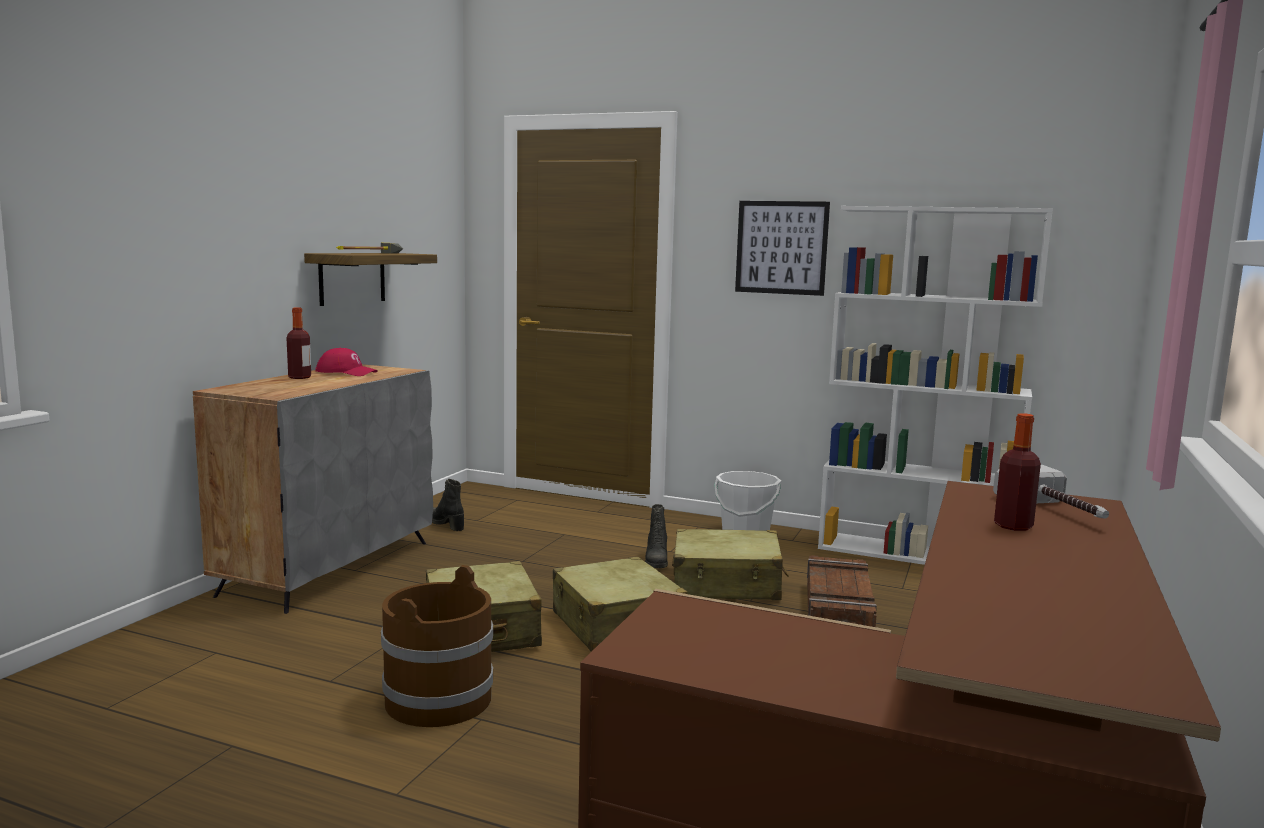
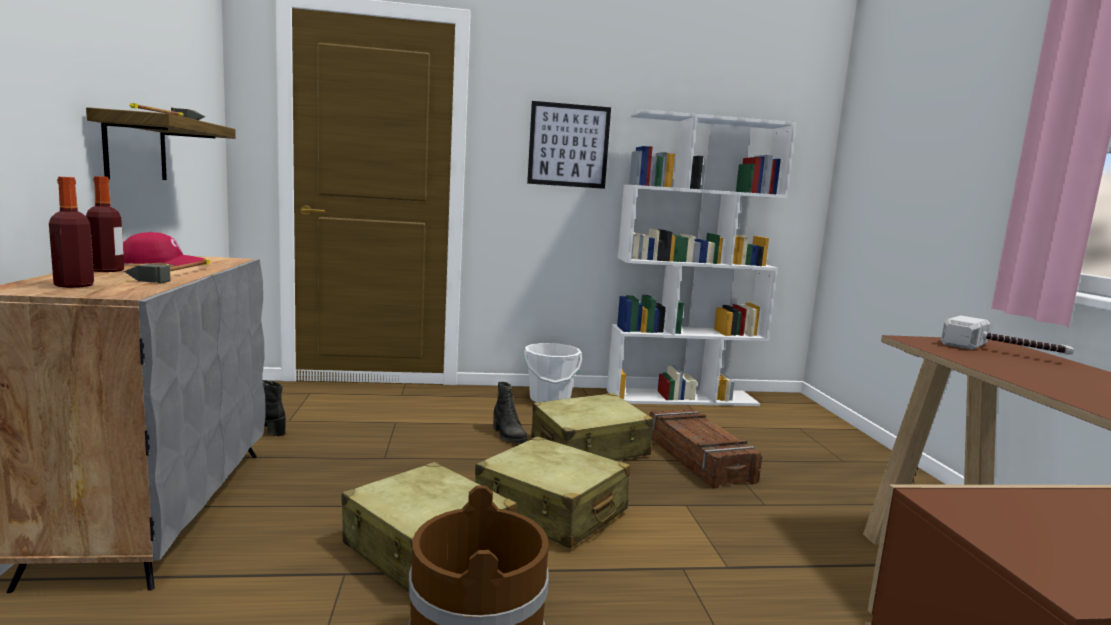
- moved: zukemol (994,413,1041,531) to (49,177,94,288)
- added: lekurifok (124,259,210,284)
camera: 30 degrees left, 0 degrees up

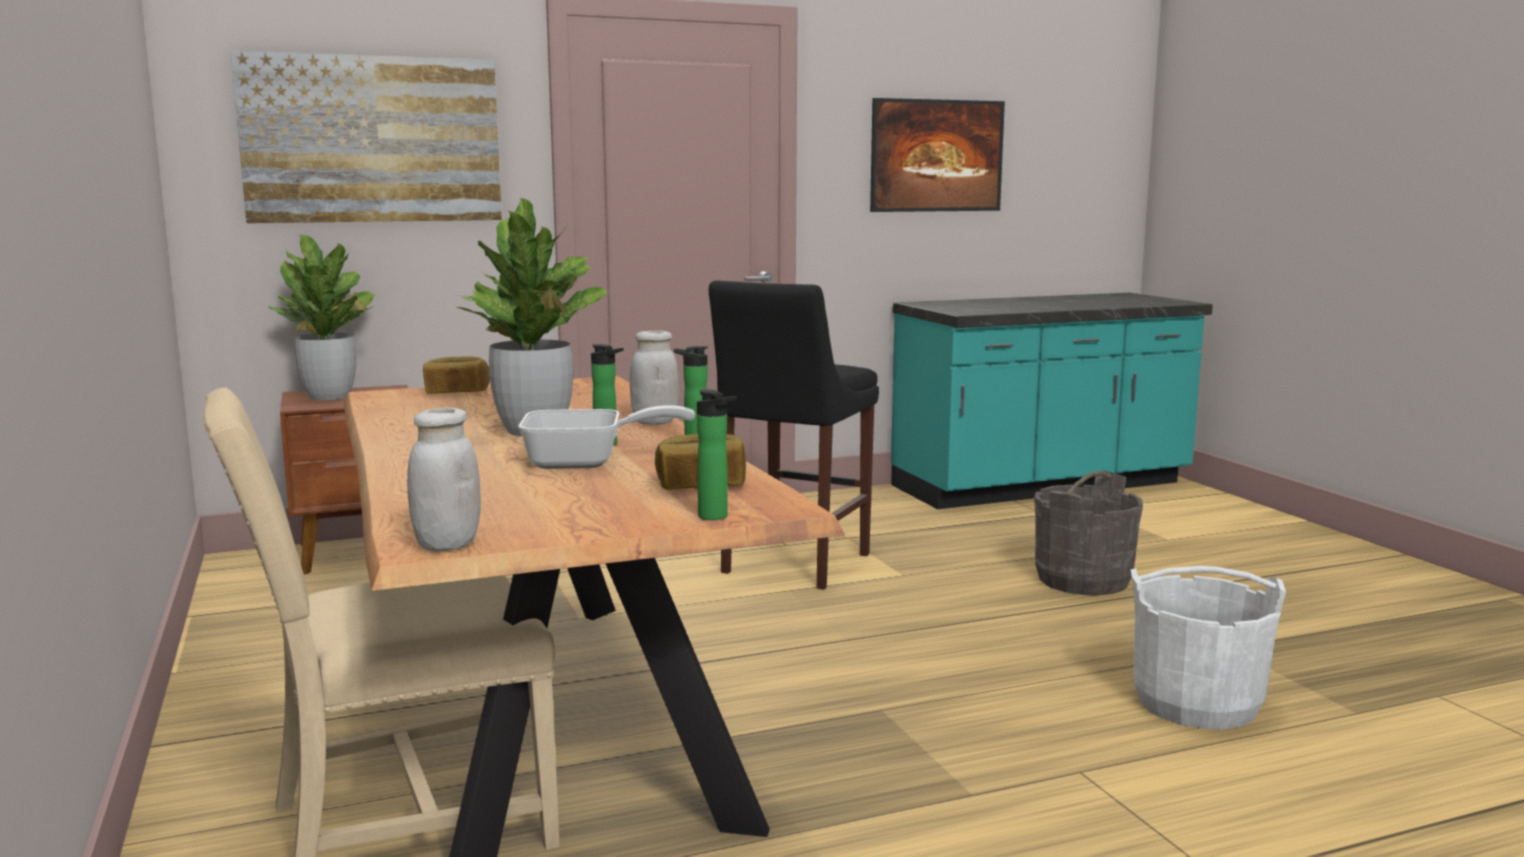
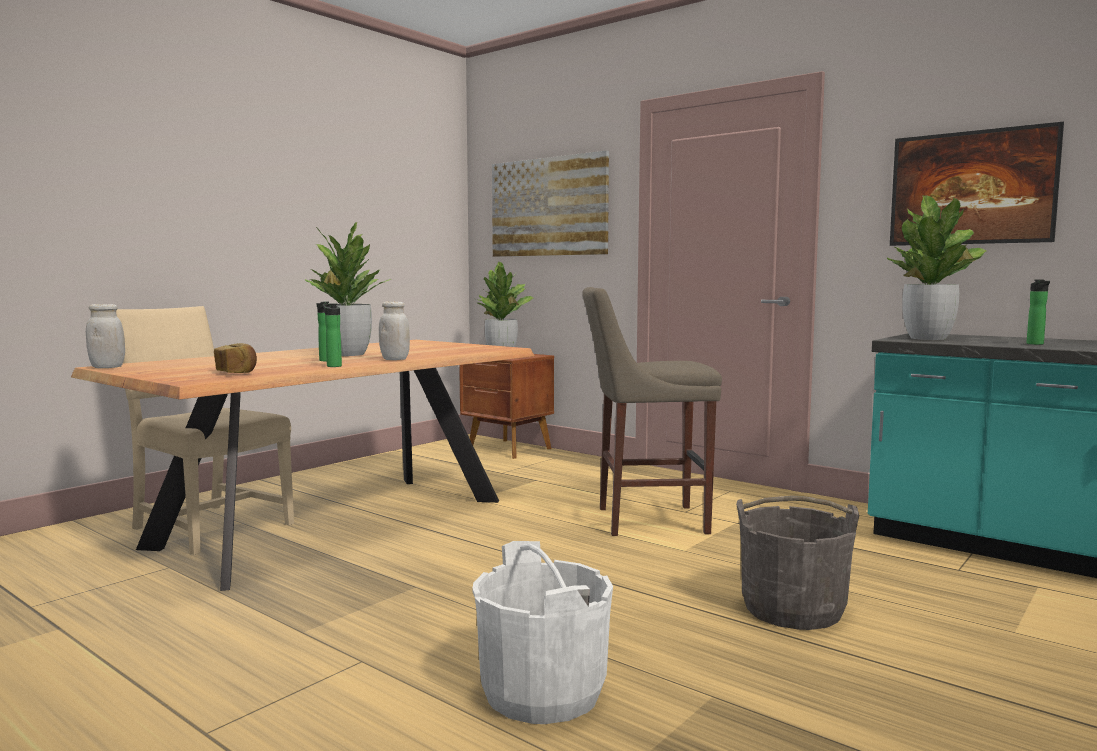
- recoloured: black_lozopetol (709,280,879,590) to beige_lozopetol (582,287,722,536)
- removed: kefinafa (423,356,490,394)
- moved: zukemol (697,390,737,520) to (1026,279,1050,345)
- removed: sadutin (518,405,695,469)
- added: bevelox (887,195,986,340)
camera: 60 degrees right, 5 degrees down

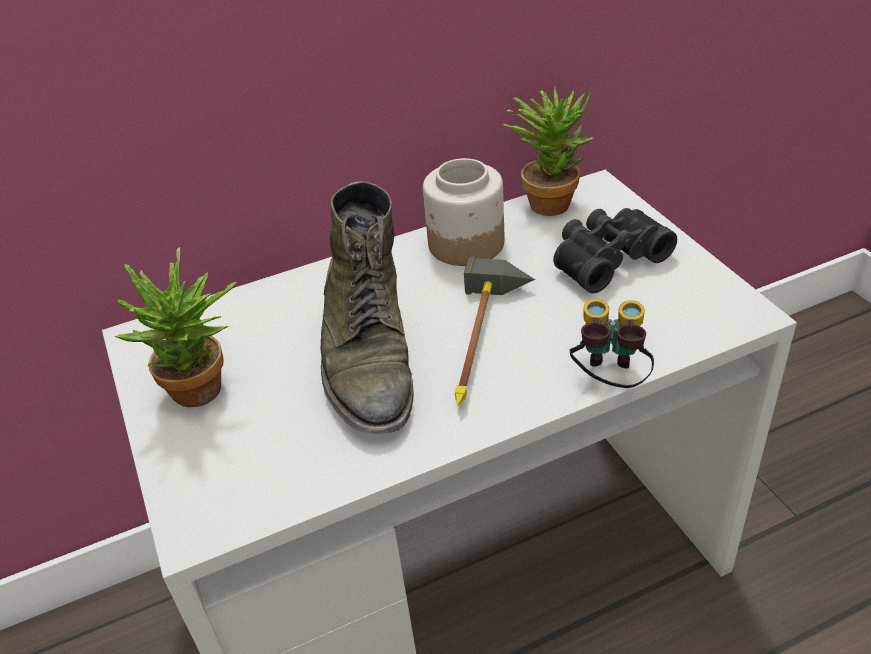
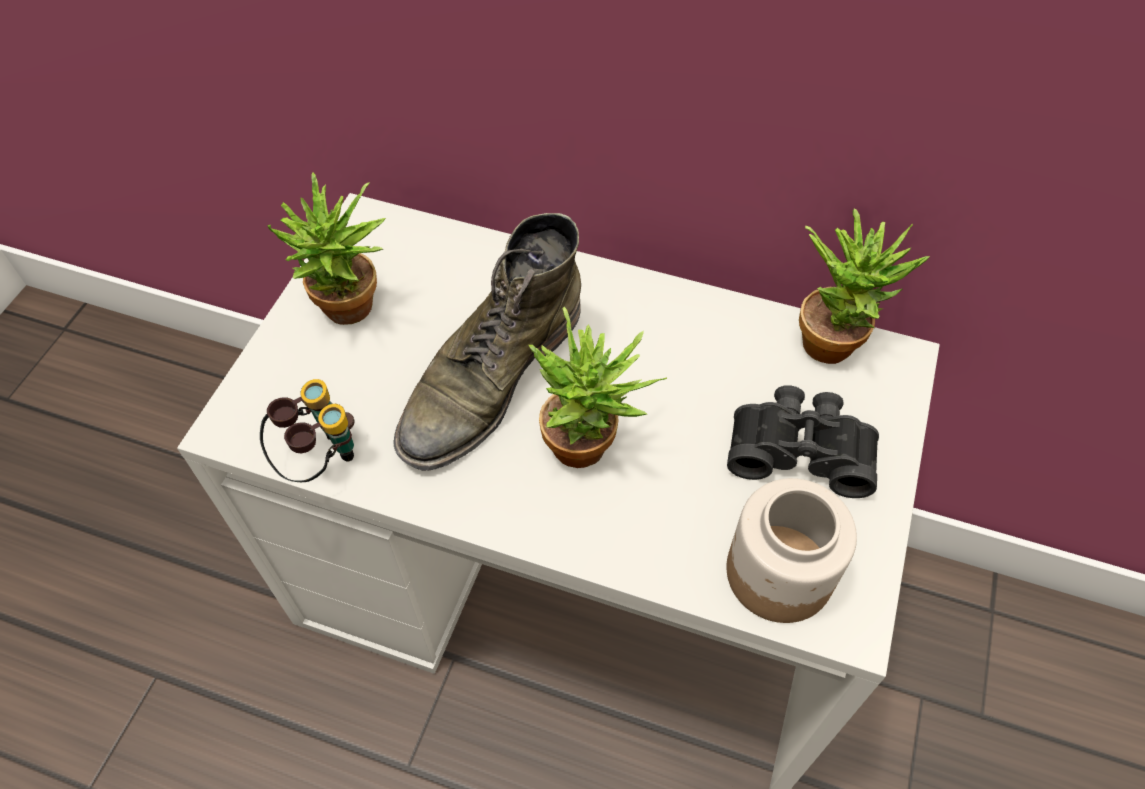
- moved: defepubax (423,158,504,266) to (726,478,857,623)
- replaced: lekurifok (455,256,535,406) to bevelox (529,306,667,468)
- moved: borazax (569,299,654,388) to (260,379,355,482)
camera: 40 degrees right, 15 degrees up

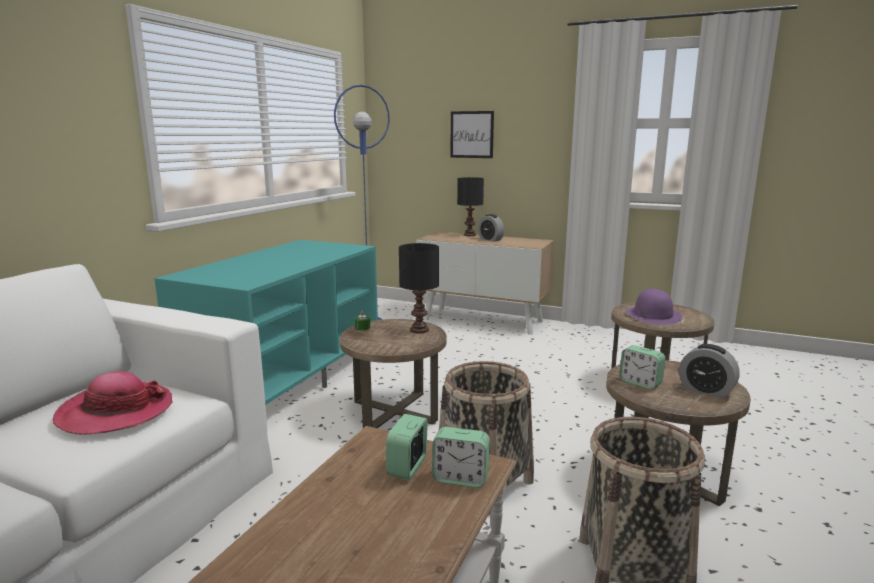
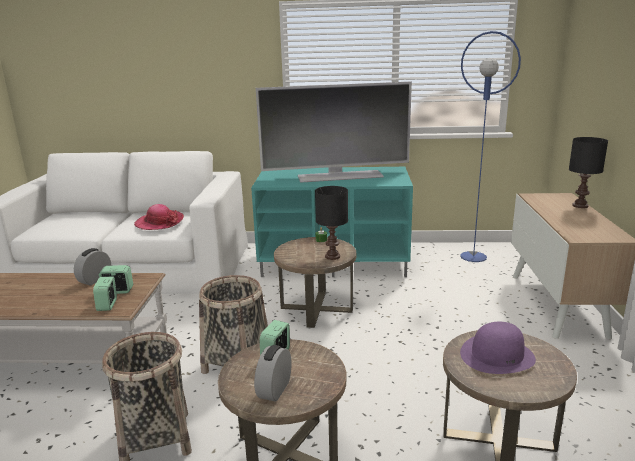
- removed: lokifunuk (450,111,494,158)
- moved: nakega (478,214,504,242) to (74,248,111,286)
- added: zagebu (256,81,412,183)
camera: 70 degrees right, 5 degrees up

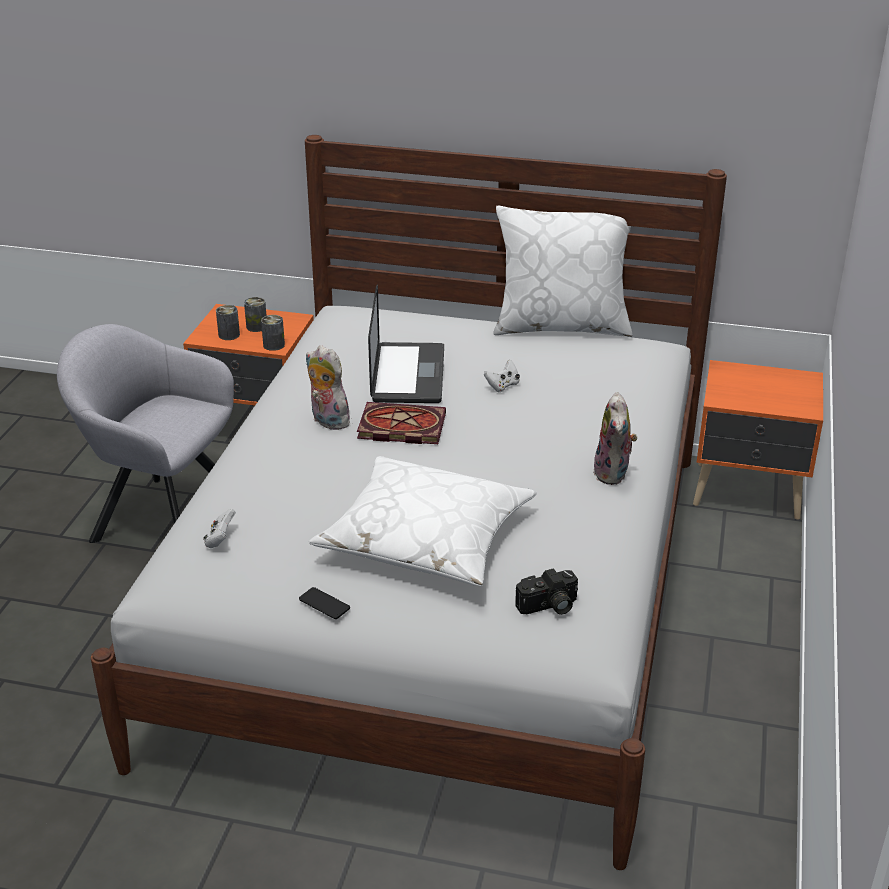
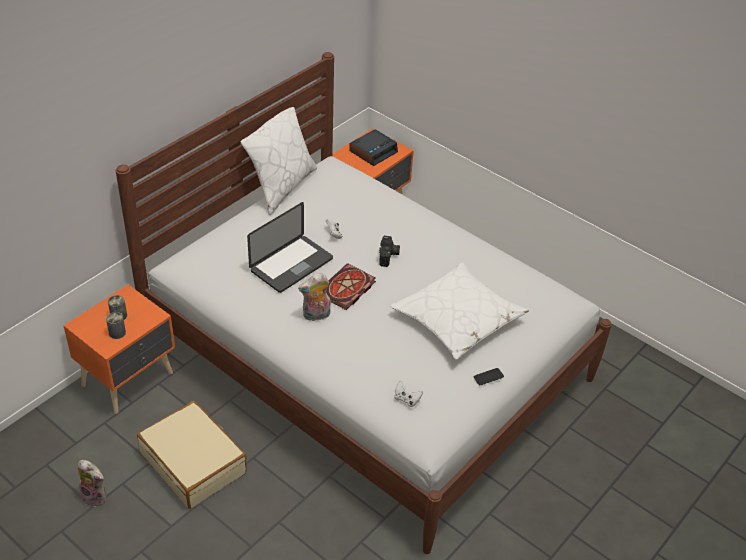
- turned: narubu (368,284,444,403) = (247,202,333,293) 105 degrees clockwise
- removed: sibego (261,315,285,351)
- replaced: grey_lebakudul (57,324,234,543) to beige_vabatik (137,401,247,509)
- moved: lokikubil (593,392,637,485) to (78,460,106,507)
- moved: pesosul (515,568,578,615) to (379,236,400,267)
- added: nakega (349,129,398,166)
camera: 65 degrees left, 10 degrees up

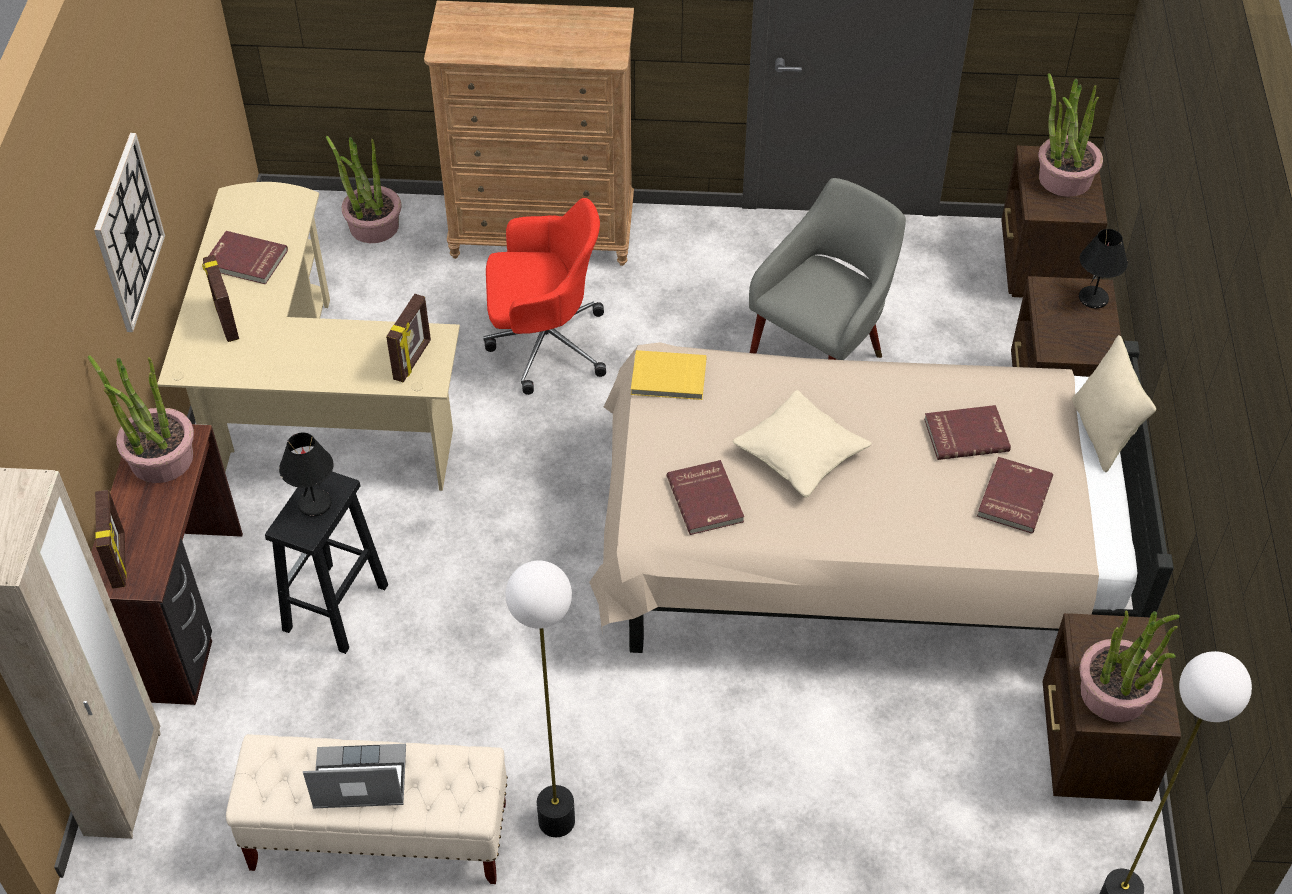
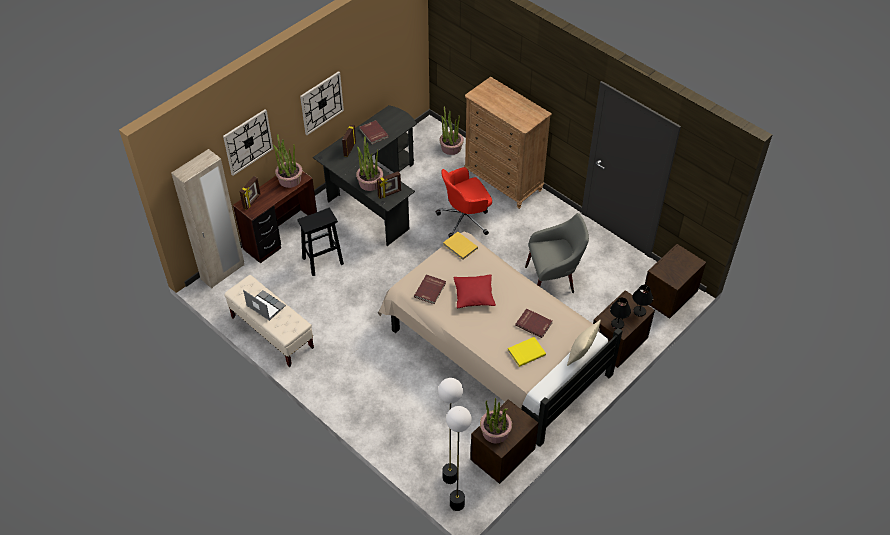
- moved: bevelox (1038,73,1103,197) to (356,137,383,191)
- recoloured: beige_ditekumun (157,182,460,491) to black_ditekumun (313,105,417,246)
- turned: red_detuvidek (483,198,606,395) = (436,167,492,237) 120 degrees clockwise
- recoloured: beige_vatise (733,390,872,497) to red_vatise (454,274,496,308)
- moved: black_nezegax (279,433,334,516) to (610,297,631,329)
- recoloured: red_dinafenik (977,457,1053,534) to yellow_dinafenik (508,337,546,367)
- moved: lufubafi (506,561,575,837) to (438,378,463,484)
- added: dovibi (223,109,273,176)
camera: 40 degrees right, 0 degrees up

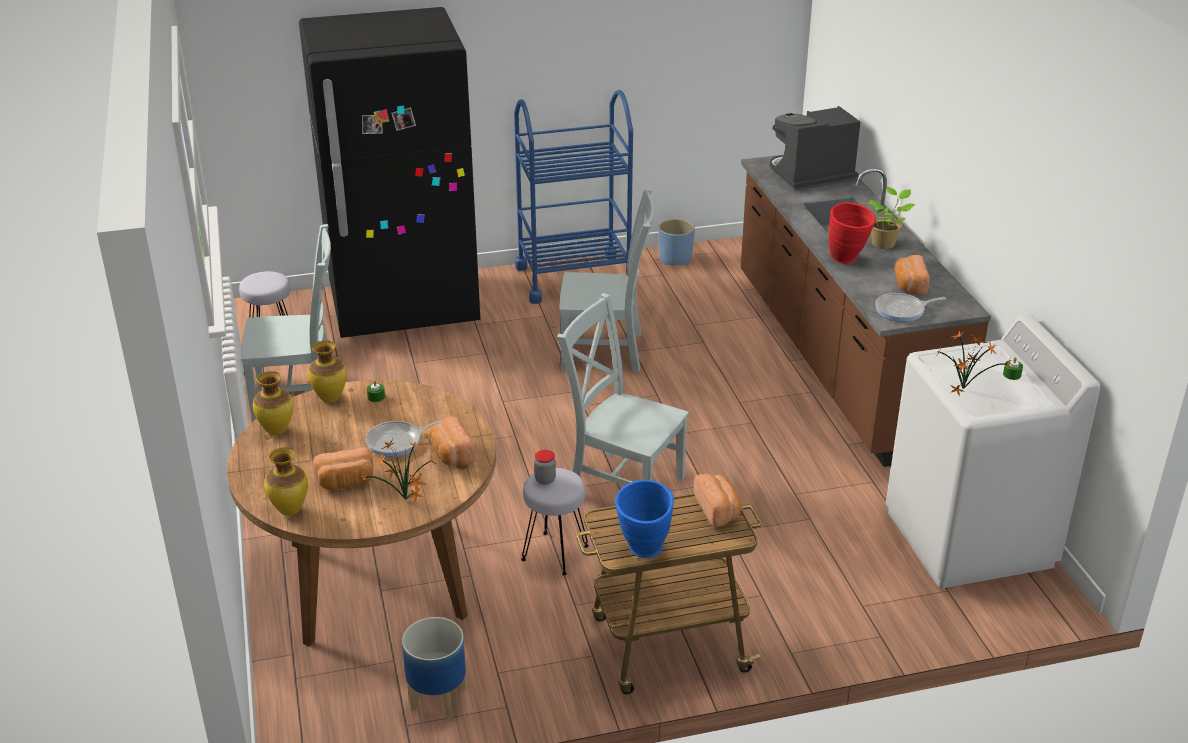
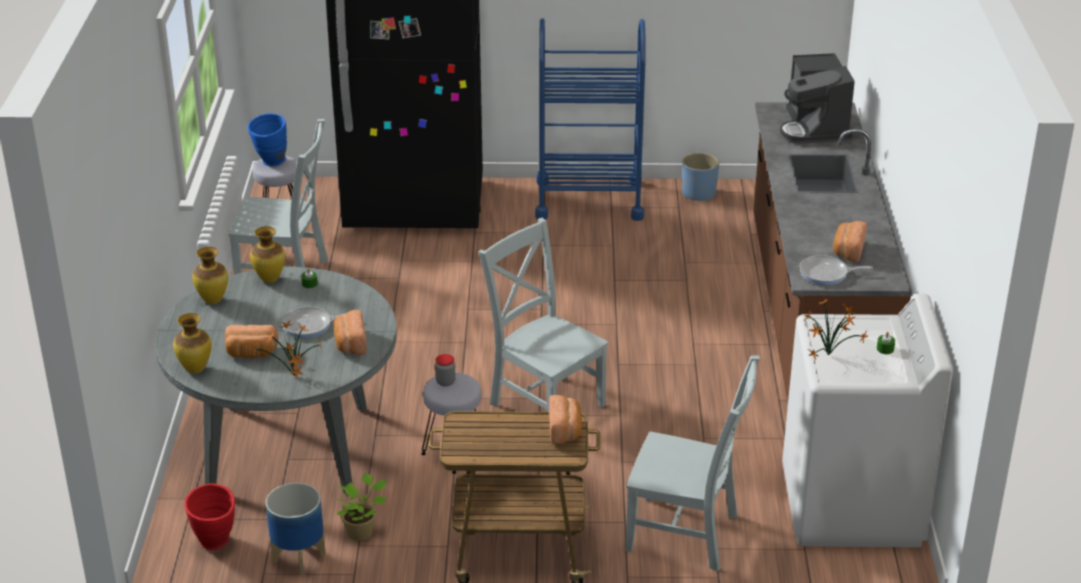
- turned: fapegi (770,106,860,191) = (780,53,855,144) 90 degrees counterclockwise
- moved: bevelox (867,187,915,249) to (337,473,387,541)
- moved: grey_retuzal (559,189,654,372) to (625,355,760,572)
- moved: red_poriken (829,202,876,264) to (184,484,235,550)
- recoloured: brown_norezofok (227,380,496,647) to grey_norezofok (155,267,397,496)
- moved: blue_poriken (615,480,674,558) to (247,113,287,167)
camera: 15 degrees right, 0 degrees up

